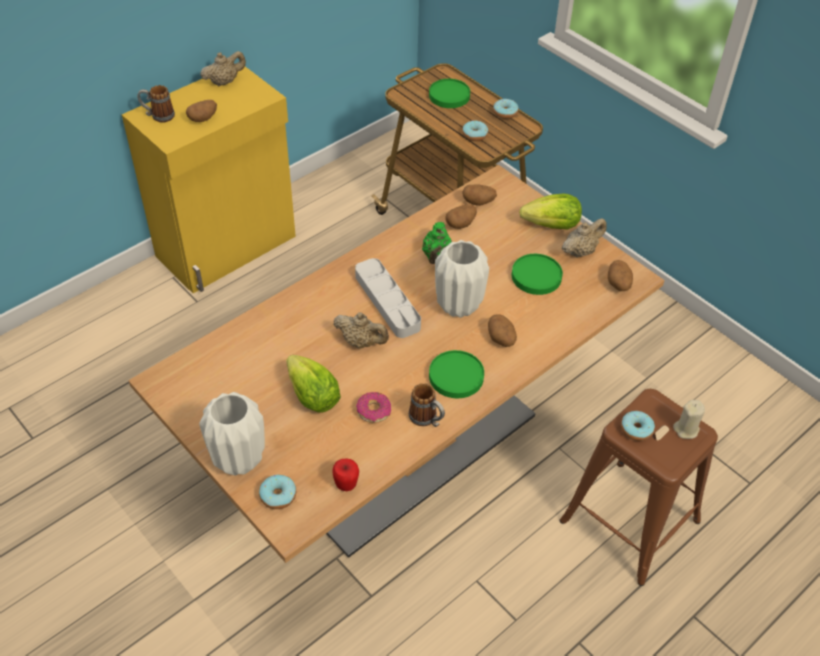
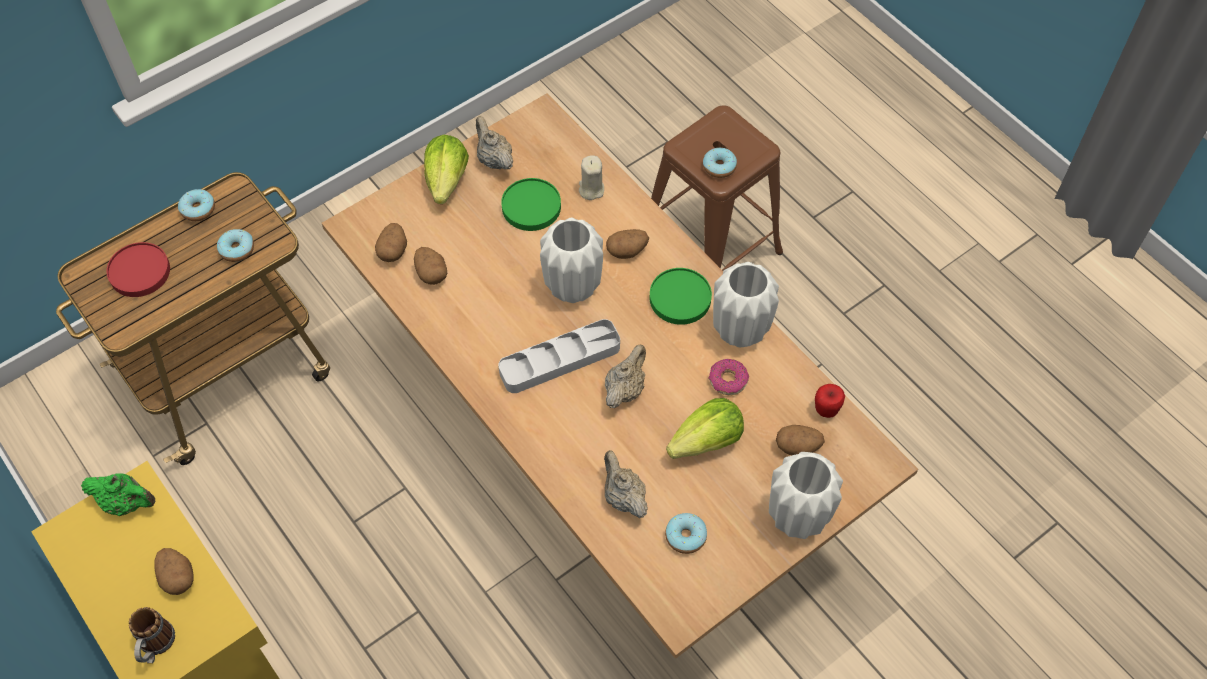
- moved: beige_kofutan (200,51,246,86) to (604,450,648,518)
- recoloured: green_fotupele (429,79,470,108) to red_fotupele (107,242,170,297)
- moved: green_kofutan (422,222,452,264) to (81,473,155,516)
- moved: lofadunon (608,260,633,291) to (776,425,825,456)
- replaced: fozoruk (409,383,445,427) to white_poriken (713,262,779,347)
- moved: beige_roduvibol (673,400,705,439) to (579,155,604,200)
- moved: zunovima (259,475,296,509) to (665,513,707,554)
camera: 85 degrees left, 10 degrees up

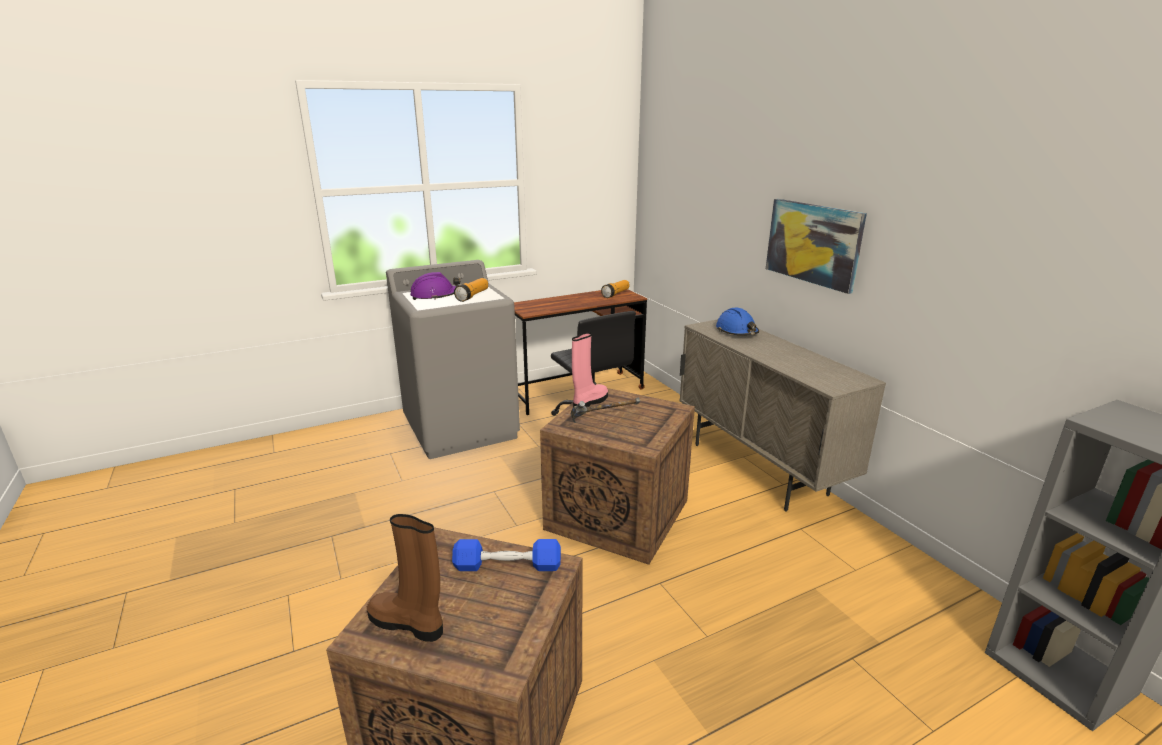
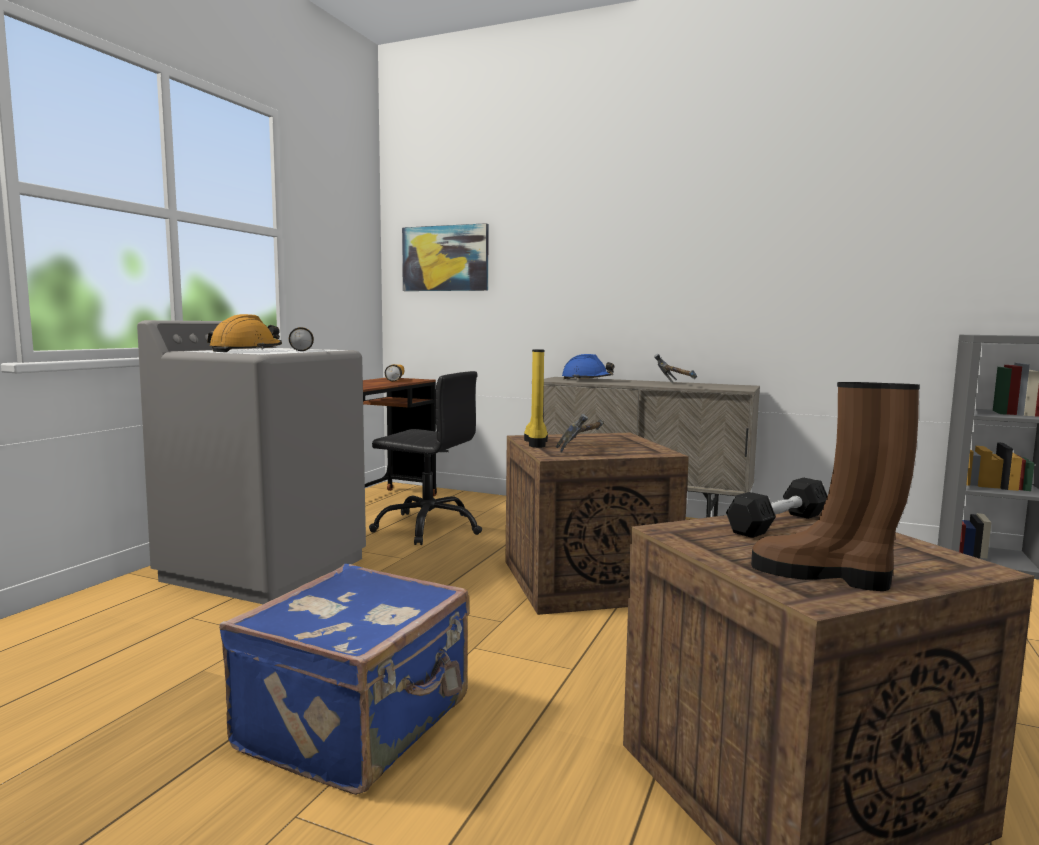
- moved: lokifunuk (766,199,867,294) to (402,223,489,291)
- recoloured: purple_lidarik (410,272,460,300) to orange_lidarik (207,314,282,352)
- recoloured: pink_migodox (572,332,608,407) to yellow_migodox (524,349,548,448)
- turned: brown_migodox (367,514,443,642) = (751,382,920,591) 45 degrees clockwise
- recoloured: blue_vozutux (452,539,561,571) to black_vozutux (726,478,827,538)
- added: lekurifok (654,354,697,383)
- added: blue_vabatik (219,564,469,795)
camera: 40 degrees left, 15 degrees down

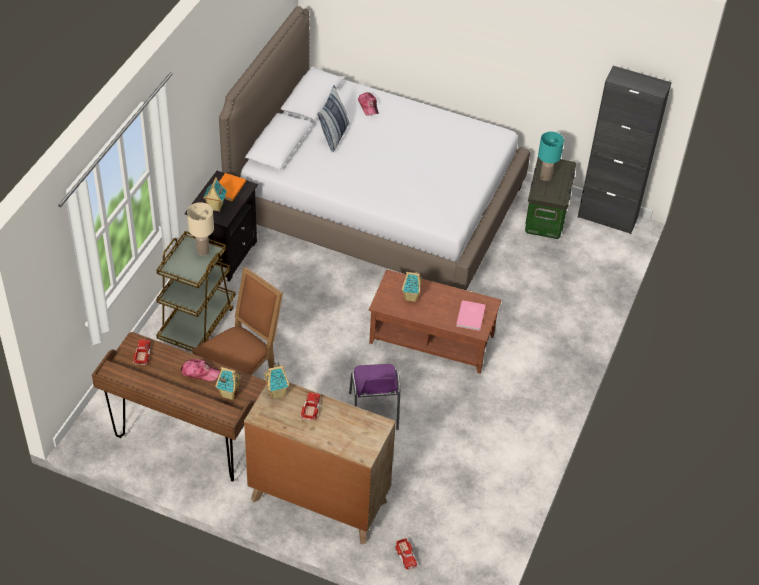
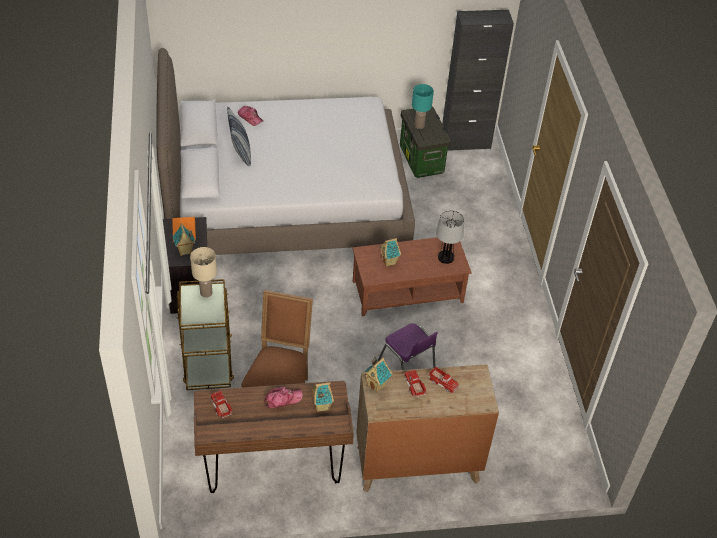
- replaced: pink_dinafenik (456,300,485,331) to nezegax (436,210,464,264)
- moved: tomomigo (395,538,417,570) to (428,367,459,393)
camera: 30 degrees left, 0 degrees up

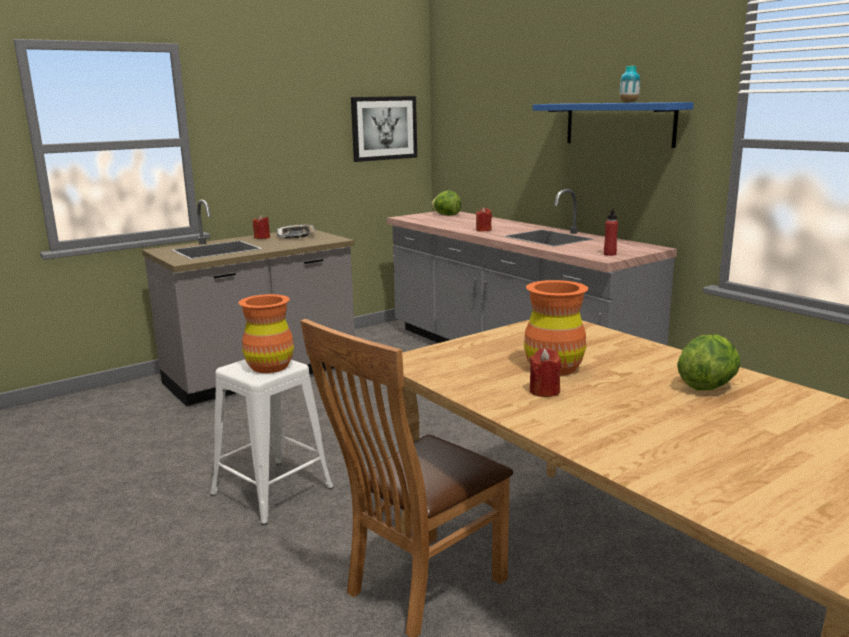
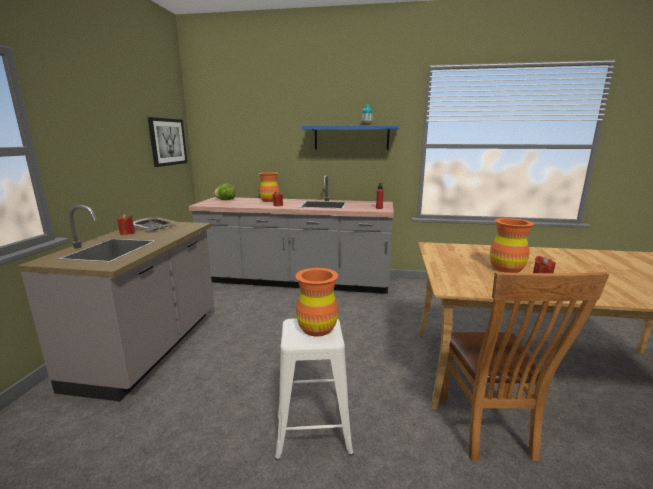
- removed: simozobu (677,334,741,390)
- added: orange_poriken (259,172,279,202)
camera: 45 degrees left, 0 degrees up

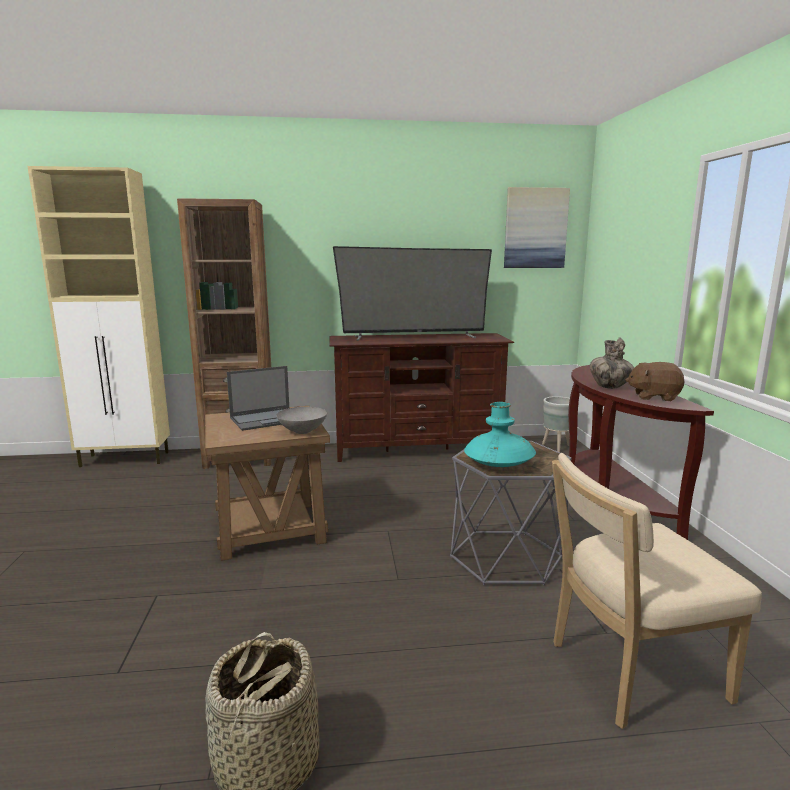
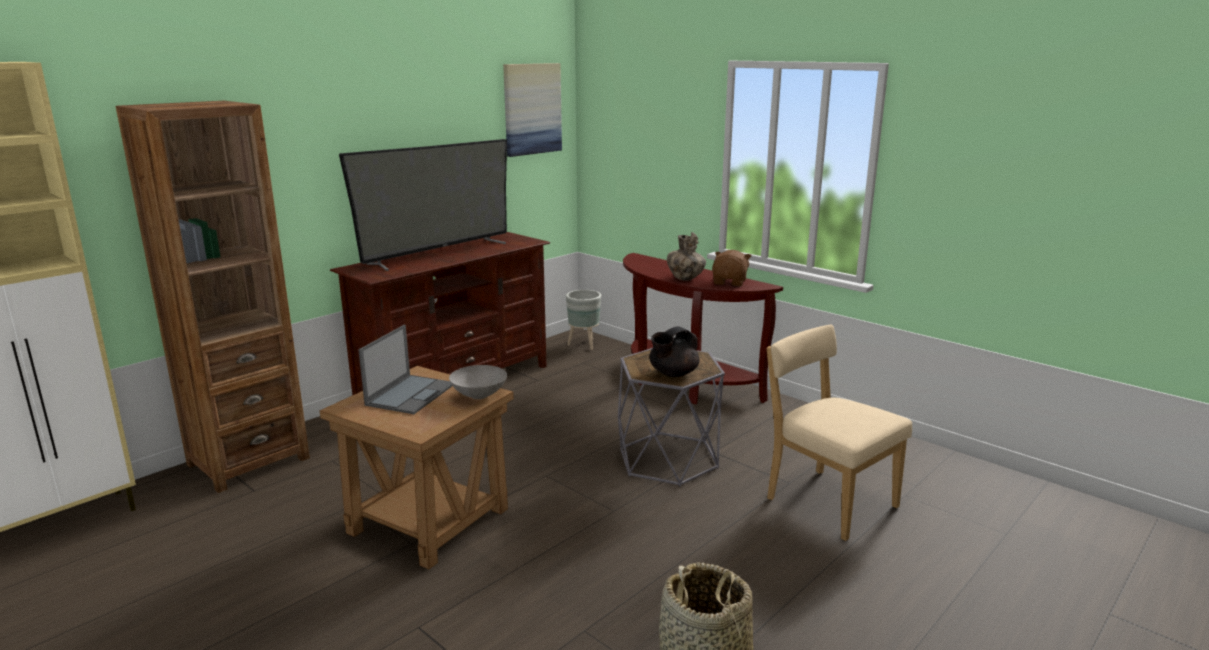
- turned: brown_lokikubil (626,362,684,401) = (712,250,752,286) 135 degrees clockwise
- replaced: turquoise_poriken (464,402,536,467) to black_kofutan (649,326,699,377)
- turned: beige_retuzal (552,453,762,729) = (767,325,912,541) 105 degrees clockwise
camera: 40 degrees left, 5 degrees up

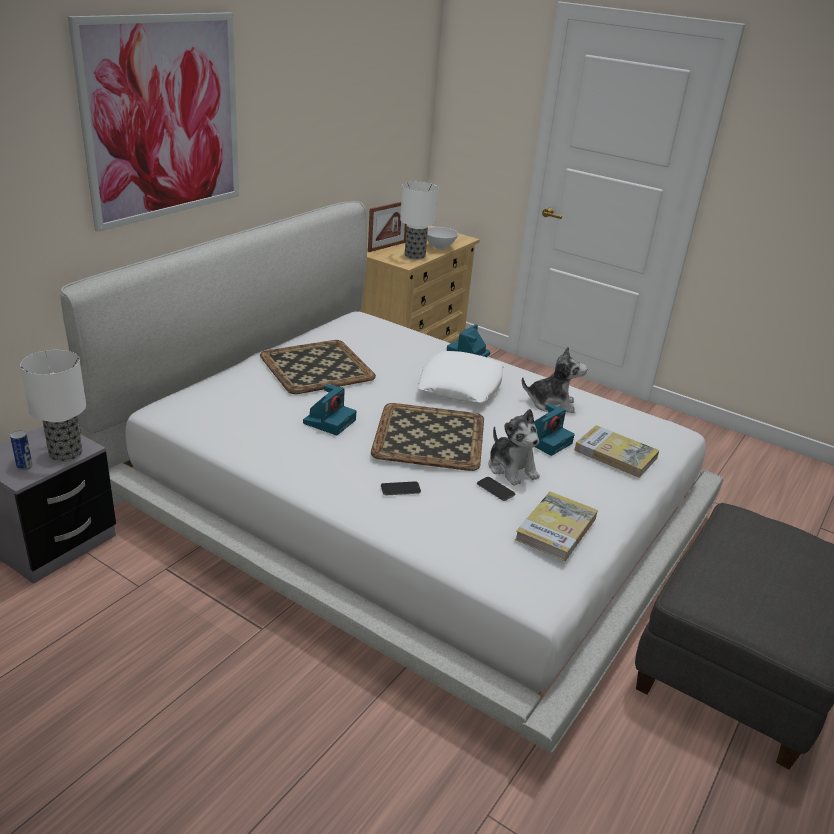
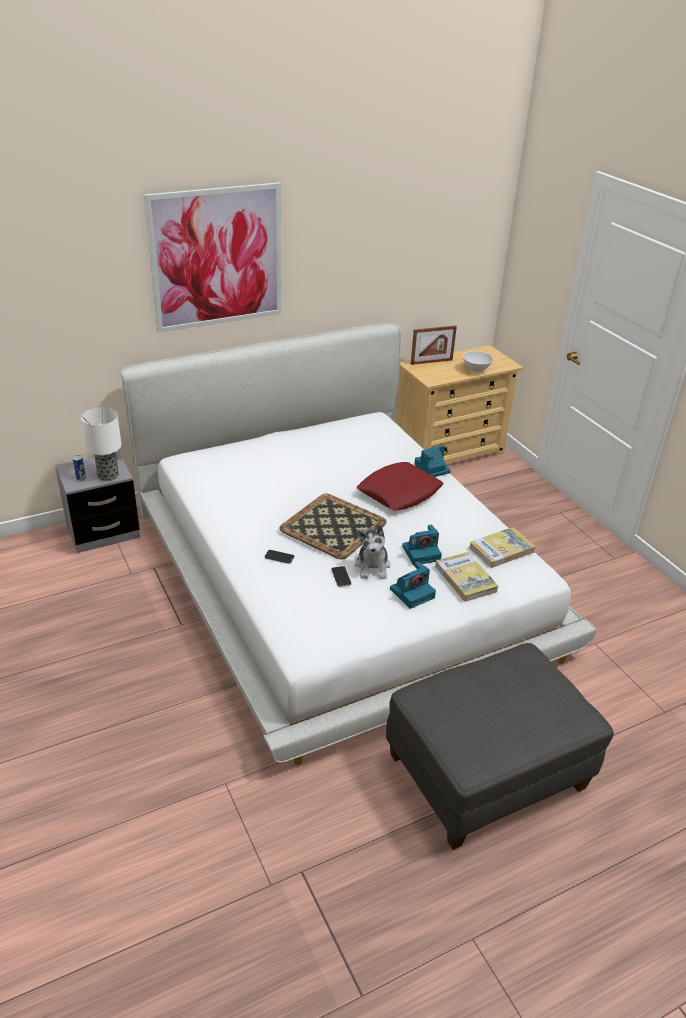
- removed: nezegax (400,182,438,260)
- removed: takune (260,340,376,394)
- removed: lokikubil (522,346,588,413)
- recoloured: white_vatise (418,351,503,403) to red_vatise (356,462,443,510)
- moved: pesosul (303,384,356,435) to (390,562,436,609)
- moved: dinafenik (515,491,598,561) to (469,527,536,568)
camera: 30 degrees right, 5 degrees up

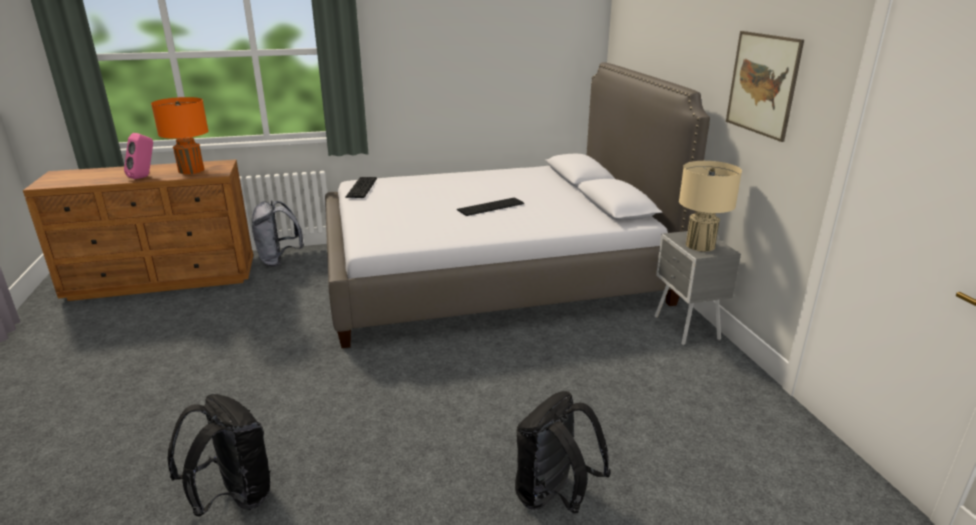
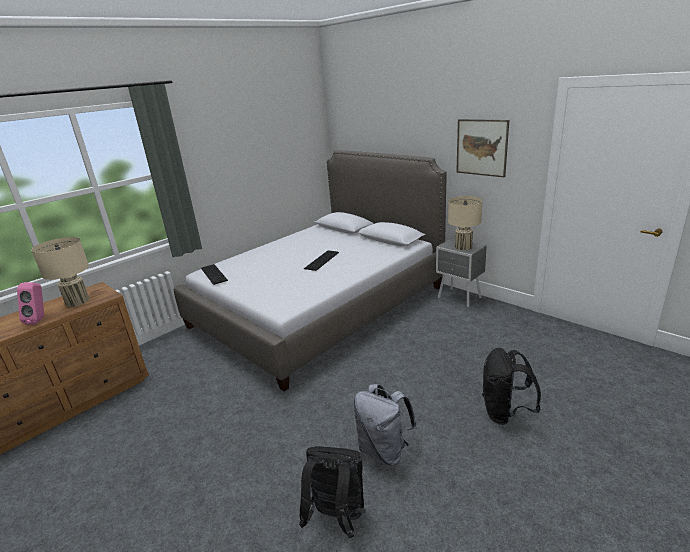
- recoloured: orange_nezegax (151,97,209,174) to beige_nezegax (31,237,90,307)
- moved: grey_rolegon (251,201,304,267) to (354,384,416,465)
camera: 30 degrees left, 0 degrees up

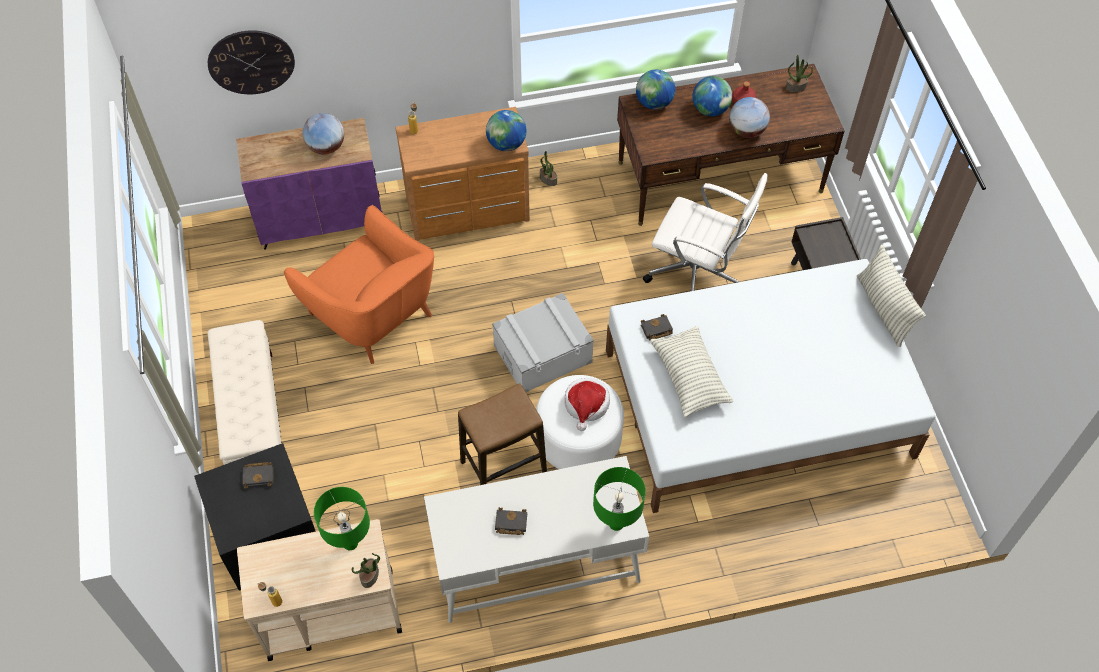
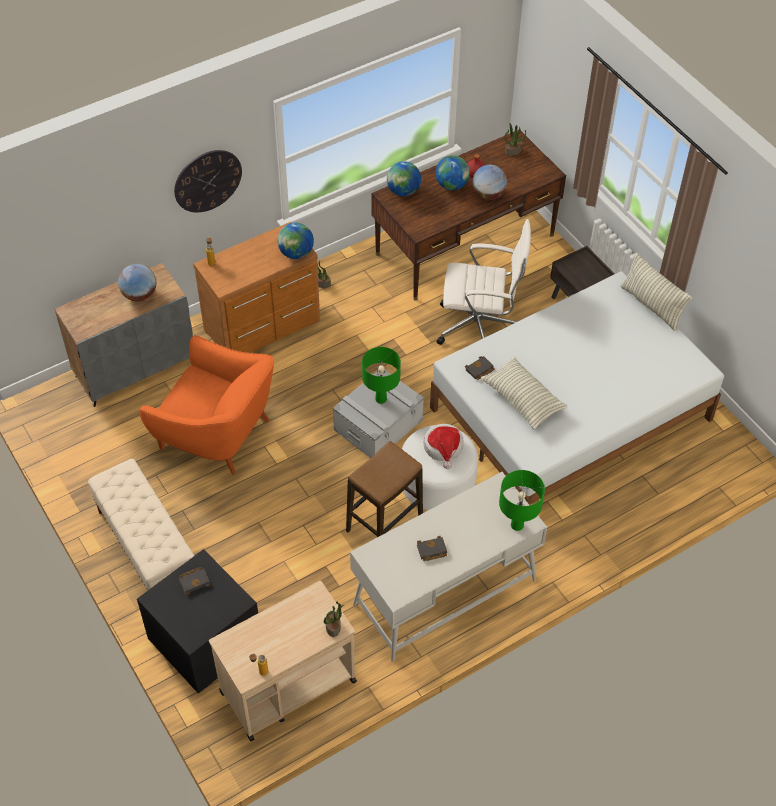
- moved: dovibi (208,30,295,94) to (174,150,242,212)
- recoloured: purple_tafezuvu (236,118,382,250) to grey_tafezuvu (55,263,193,407)
- moved: green_nezegax (314,487,370,550) to (362,347,401,404)
camera: 20 degrees left, 5 degrees down

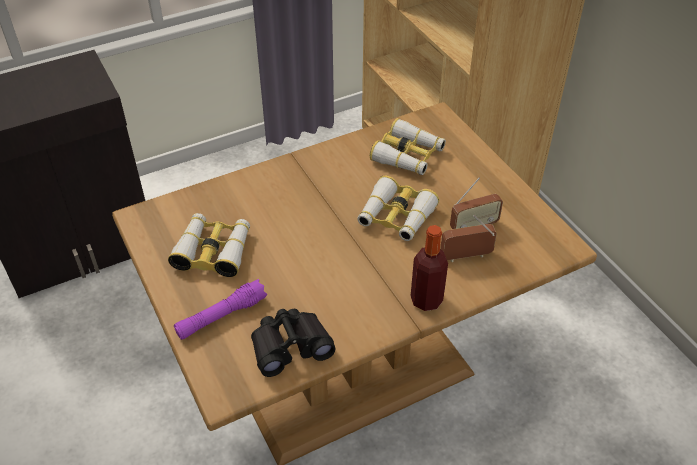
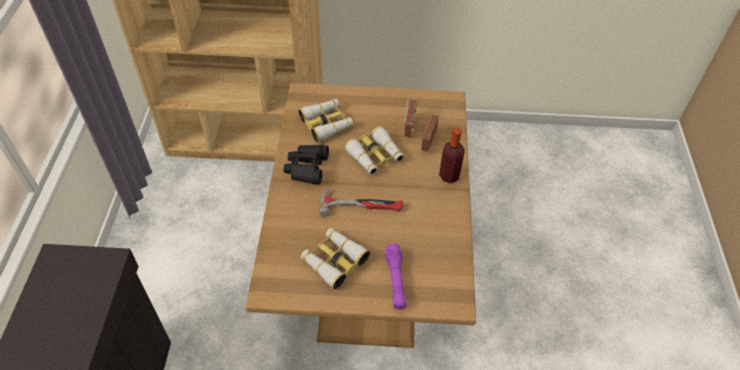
- moved: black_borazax (251,309,336,377) to (284,145,329,185)
- added: lekurifok (319,187,403,217)
camera: 60 degrees left, 5 degrees up

